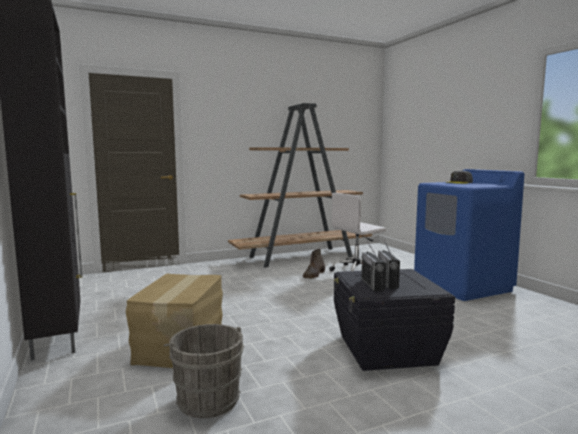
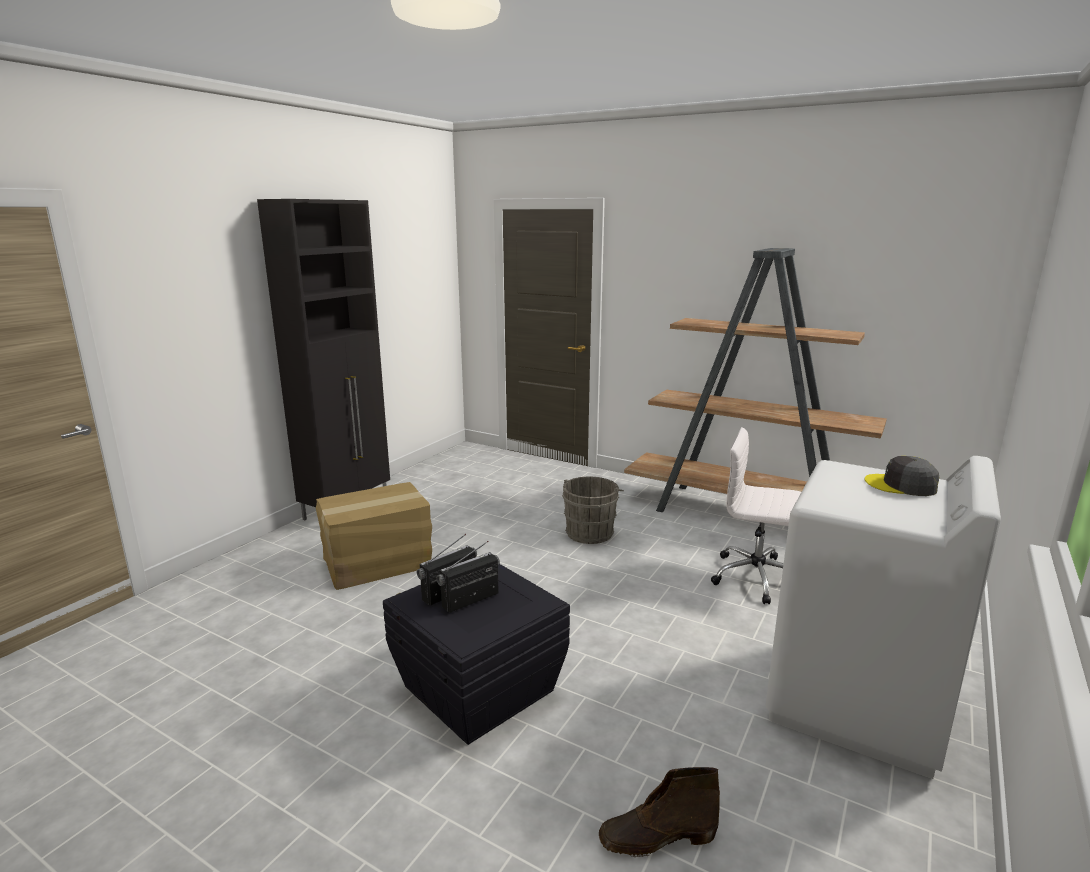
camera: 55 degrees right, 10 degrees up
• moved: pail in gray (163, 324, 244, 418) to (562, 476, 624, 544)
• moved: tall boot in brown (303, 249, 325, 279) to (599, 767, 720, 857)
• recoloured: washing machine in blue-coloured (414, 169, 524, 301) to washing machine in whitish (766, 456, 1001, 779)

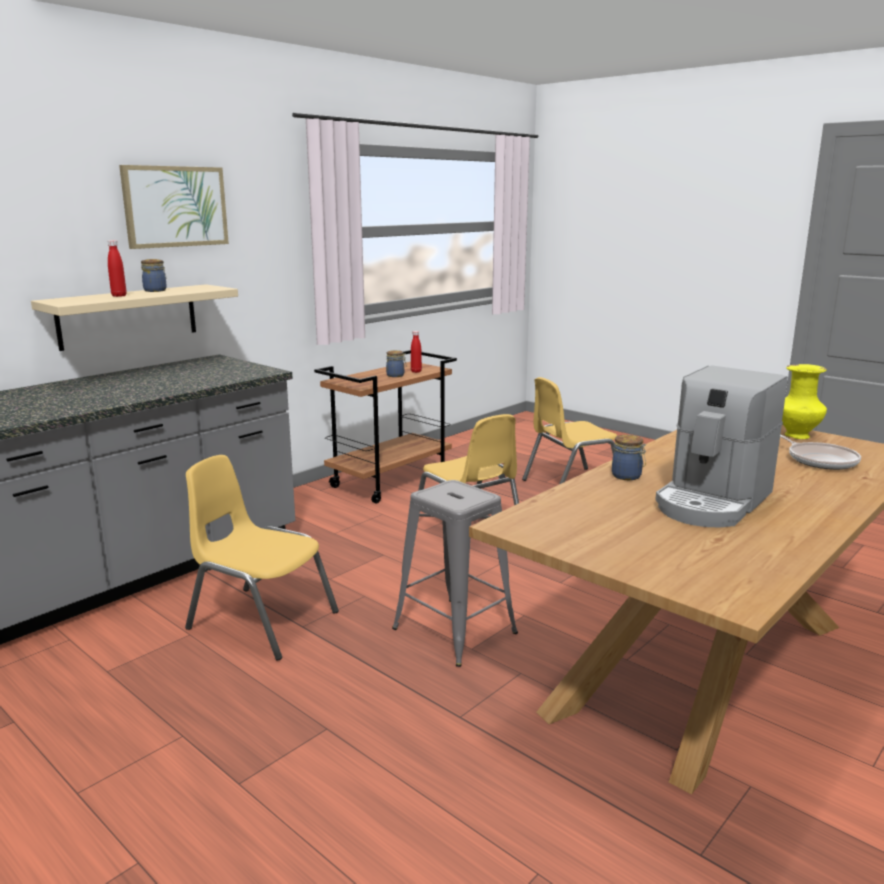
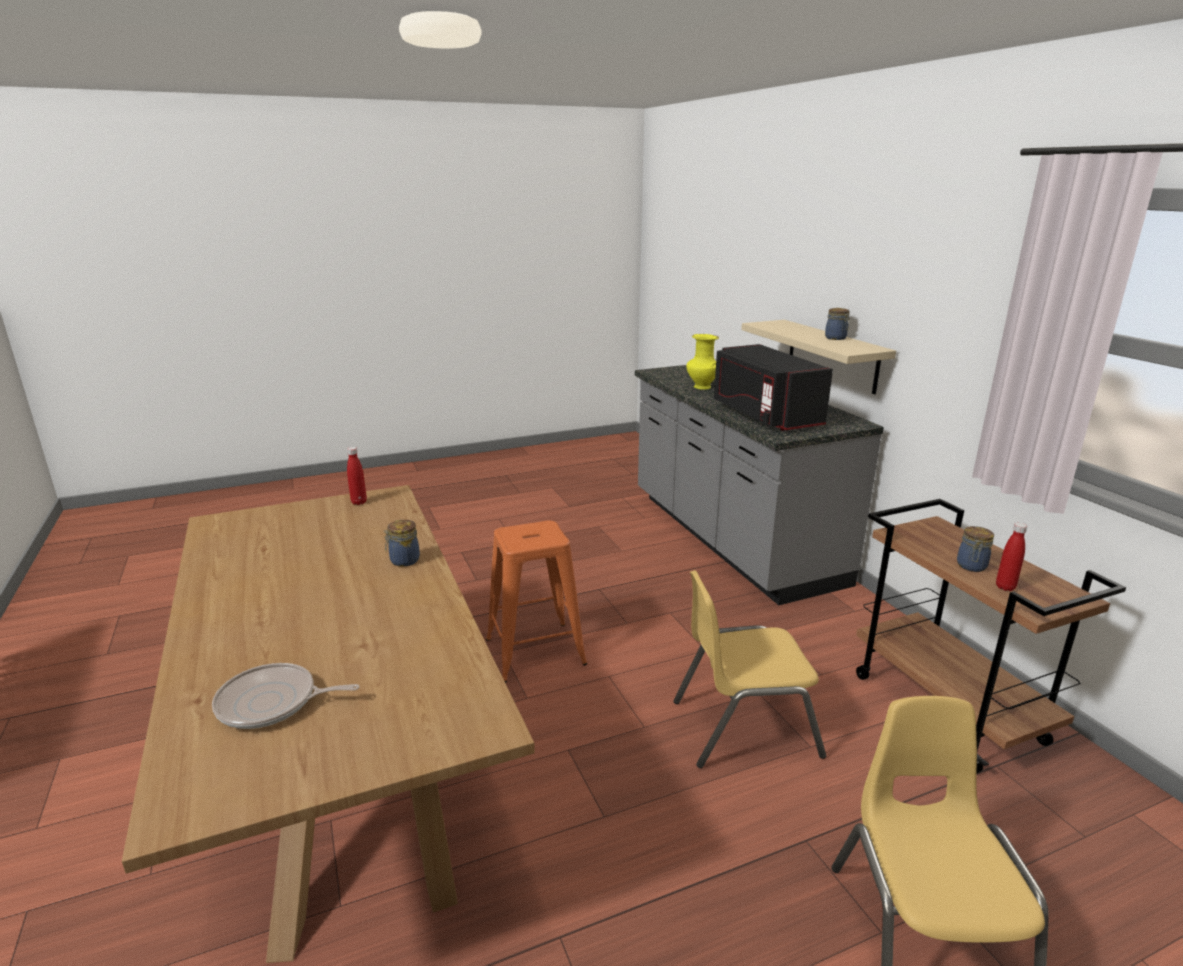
camera: 115 degrees right, 5 degrees up
• moved: bottle in reddish (108, 240, 127, 297) to (347, 447, 367, 505)
• removed: picture (119, 165, 229, 249)
• removed: plain chair in yellow (185, 455, 339, 661)
• recoloured: stool in gray (392, 480, 518, 667) to stool in orangey (486, 520, 587, 683)
• removed: coffee brewer (655, 365, 788, 527)
• moved: decorative vase in yellow (782, 364, 827, 439) to (686, 334, 719, 390)
• added: microwave in black (714, 344, 833, 431)

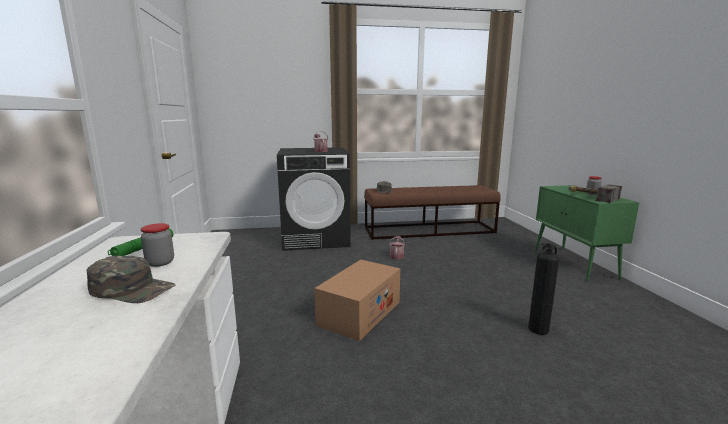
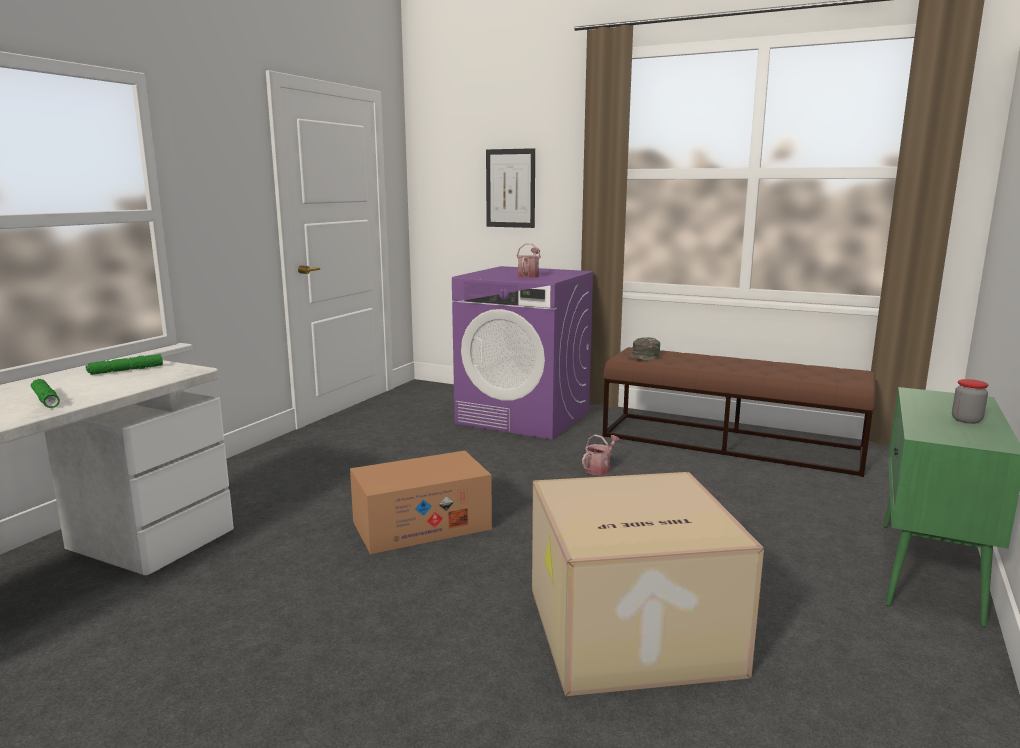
camera: 35 degrees right, 0 degrees up
• replaced: peaked cap in green (86, 256, 175, 303) to flashlight in green (31, 379, 60, 408)
• removed: preserve jar (141, 223, 174, 267)
• recoloured: washing machine in black (277, 147, 351, 251) to washing machine in purple (452, 266, 594, 440)
• replaced: fire extinguisher (528, 243, 559, 335) to packing box (532, 472, 764, 696)
• removed: tool hammer (568, 184, 622, 203)
• added: picture (486, 148, 535, 228)

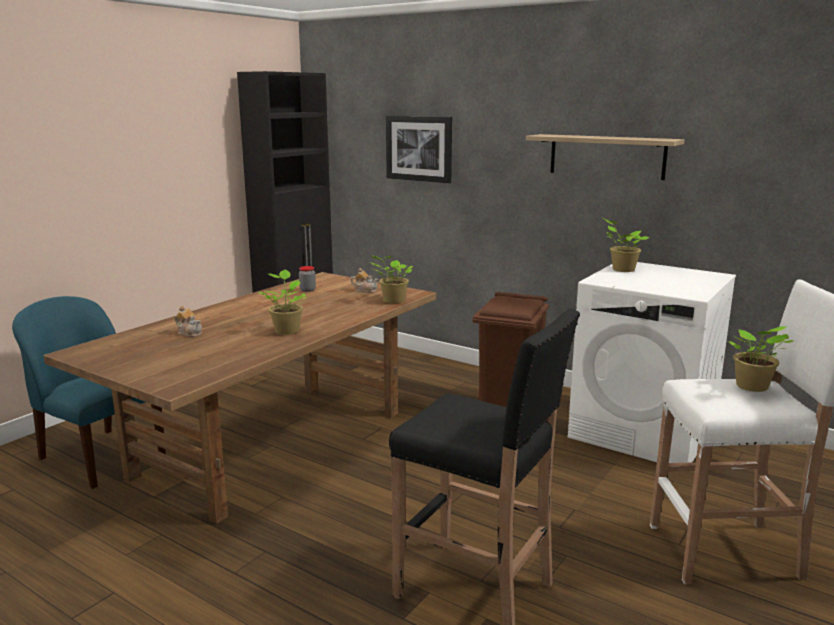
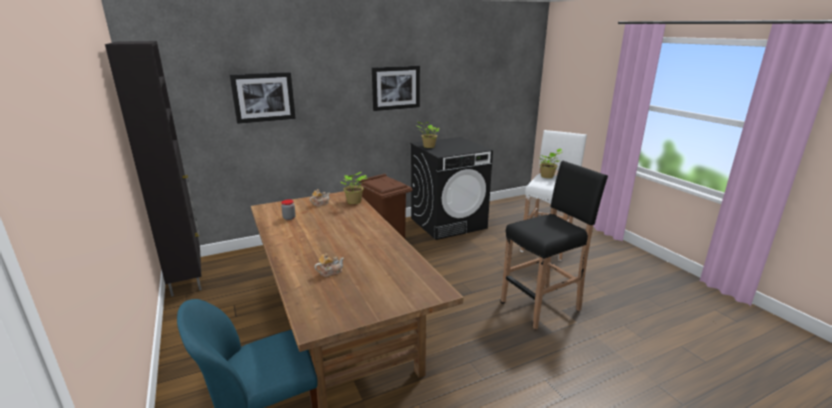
camera: 60 degrees left, 5 degrees up
• removed: plant in a pot (259, 269, 307, 335)
• replaced: bracket shelf (526, 134, 684, 180) to picture (372, 65, 420, 111)
• recoloured: washing machine in whitish (568, 262, 736, 463) to washing machine in black (410, 137, 493, 240)

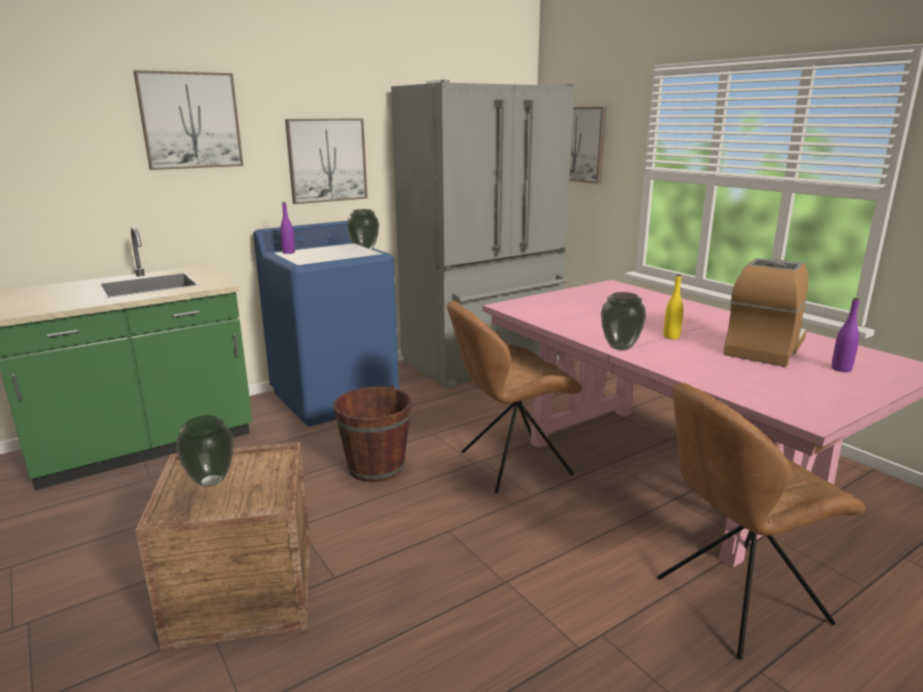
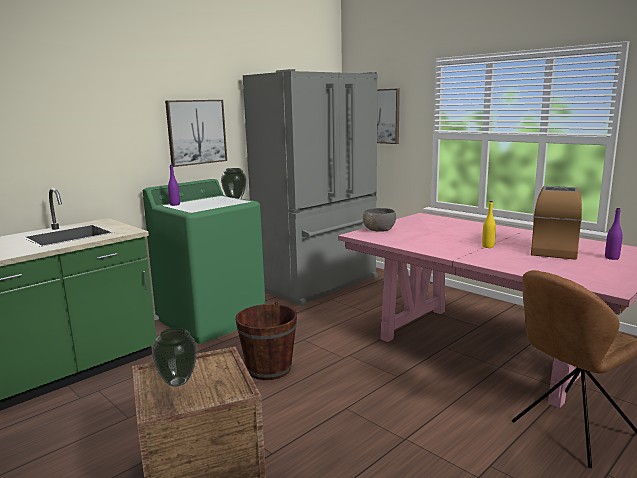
camera: 10 degrees left, 5 degrees down
• removed: picture (134, 70, 243, 170)
• recoloured: washing machine in blue-coloured (253, 221, 399, 426) to washing machine in green (143, 179, 265, 344)
• removed: plain chair in brown (447, 300, 583, 493)
• removed: decorative vase (601, 292, 646, 350)
• added: bowl in gray (363, 208, 396, 232)

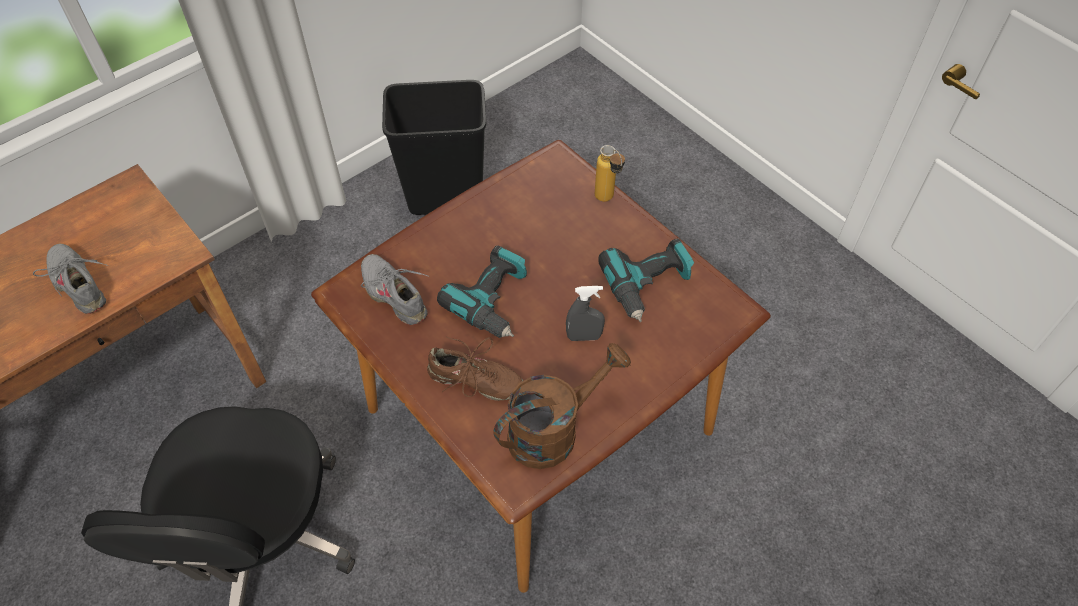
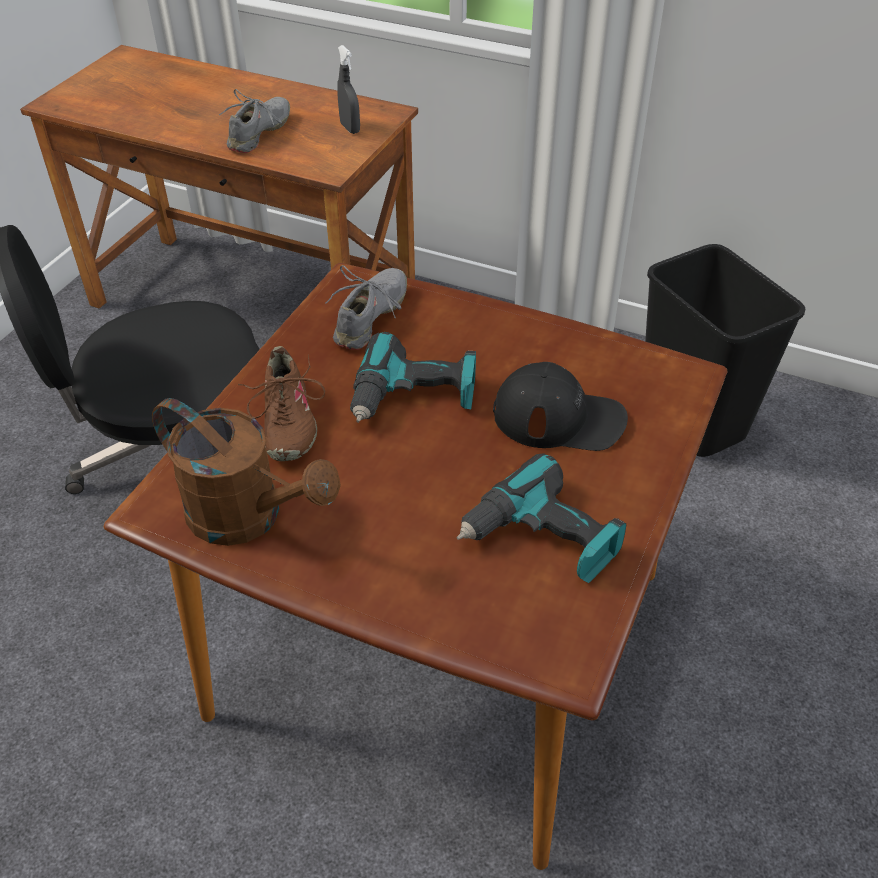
camera: 65 degrees right, 10 degrees down
• moved: spray bottle in gray (566, 286, 605, 341) to (337, 45, 360, 134)
• removed: bottle (595, 145, 625, 202)
• added: peaked cap in black (493, 362, 628, 451)

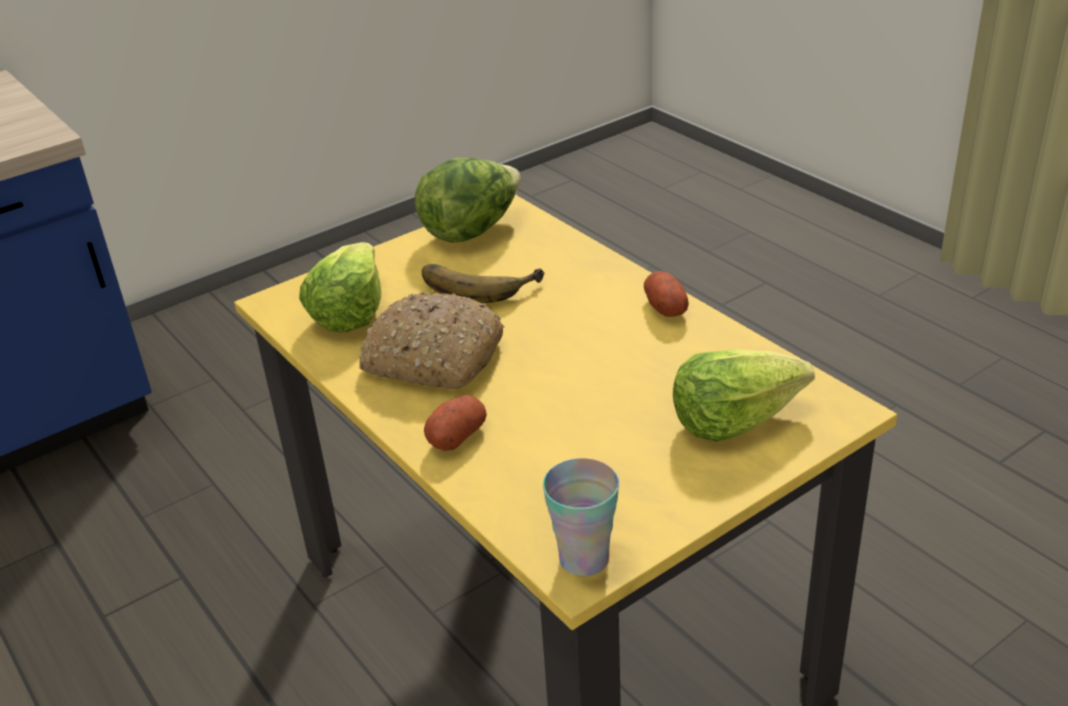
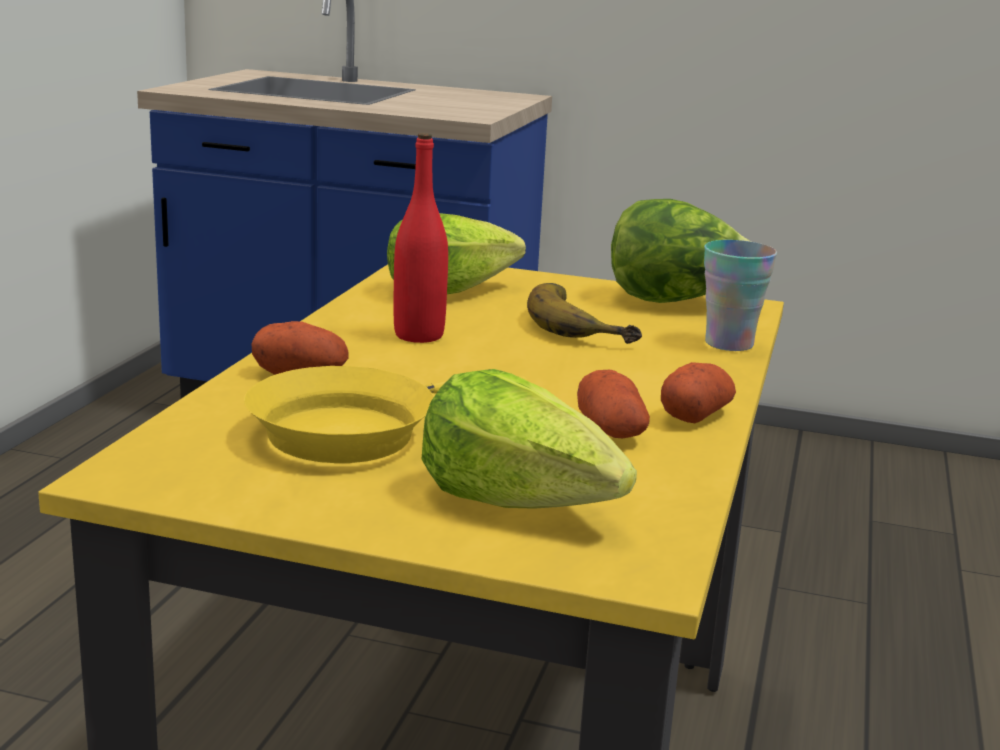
camera: 50 degrees right, 15 degrees down
• replaced: bakery bread (359, 292, 505, 389) to bottle in reddish (394, 133, 448, 343)
• moved: drinking cup (543, 458, 619, 576) to (704, 240, 777, 351)
• added: skillet in yellow (244, 366, 528, 463)
• added: spud (577, 370, 650, 438)

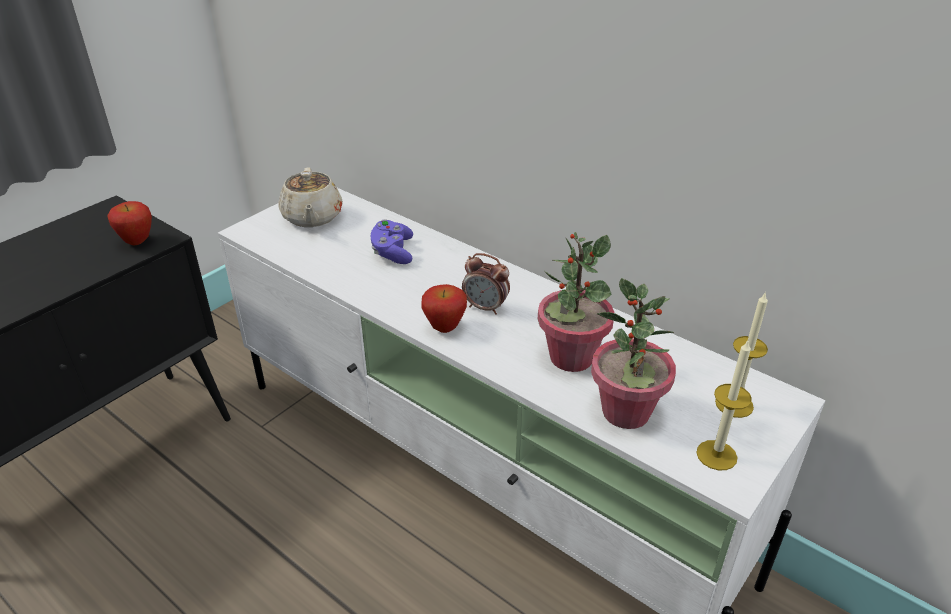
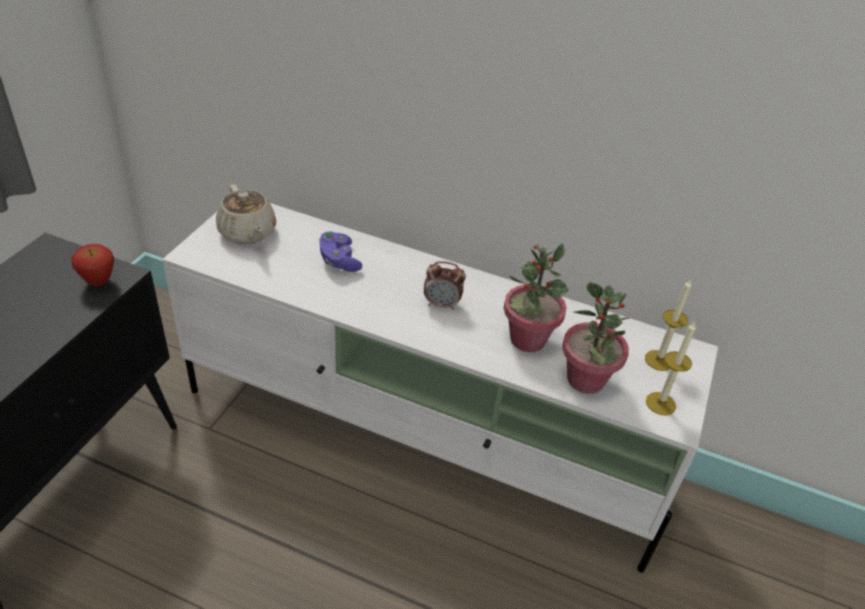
camera: 20 degrees left, 5 degrees up
• removed: apple fruit (421, 284, 467, 333)

